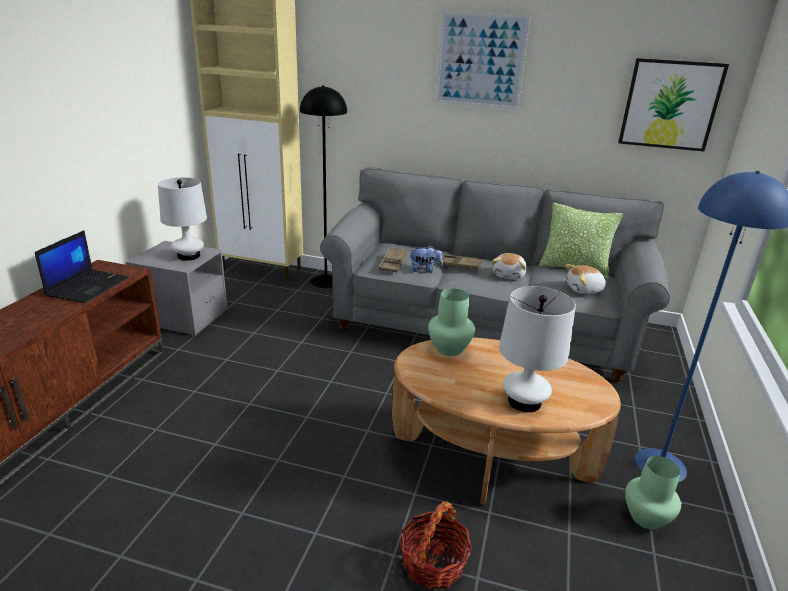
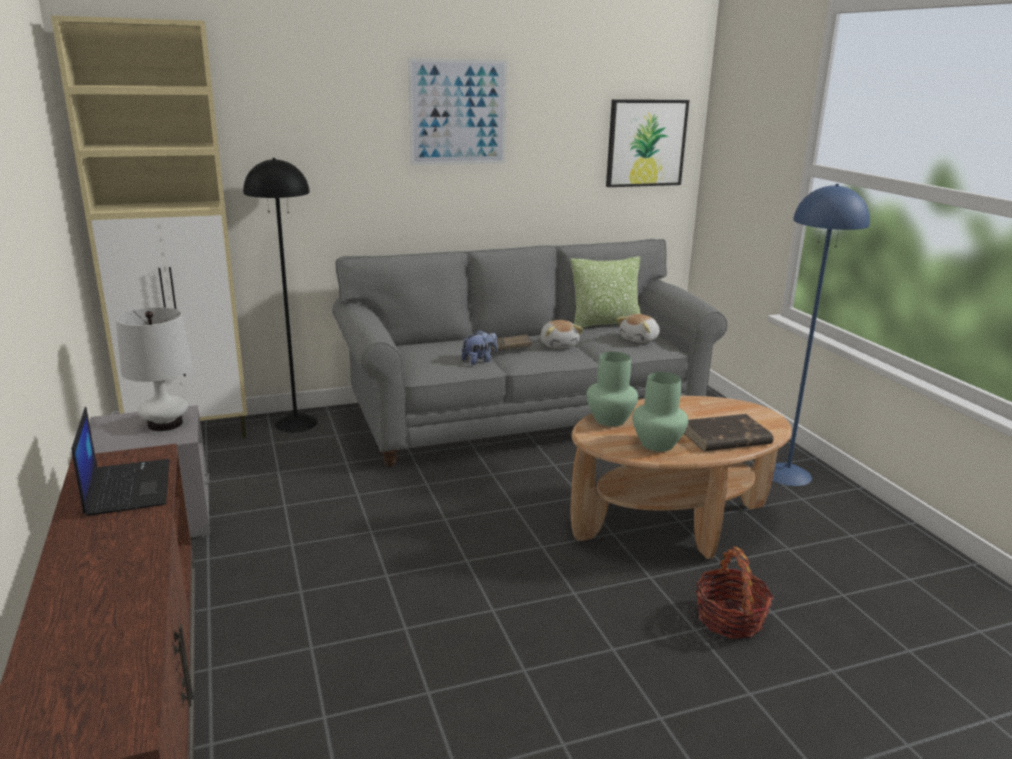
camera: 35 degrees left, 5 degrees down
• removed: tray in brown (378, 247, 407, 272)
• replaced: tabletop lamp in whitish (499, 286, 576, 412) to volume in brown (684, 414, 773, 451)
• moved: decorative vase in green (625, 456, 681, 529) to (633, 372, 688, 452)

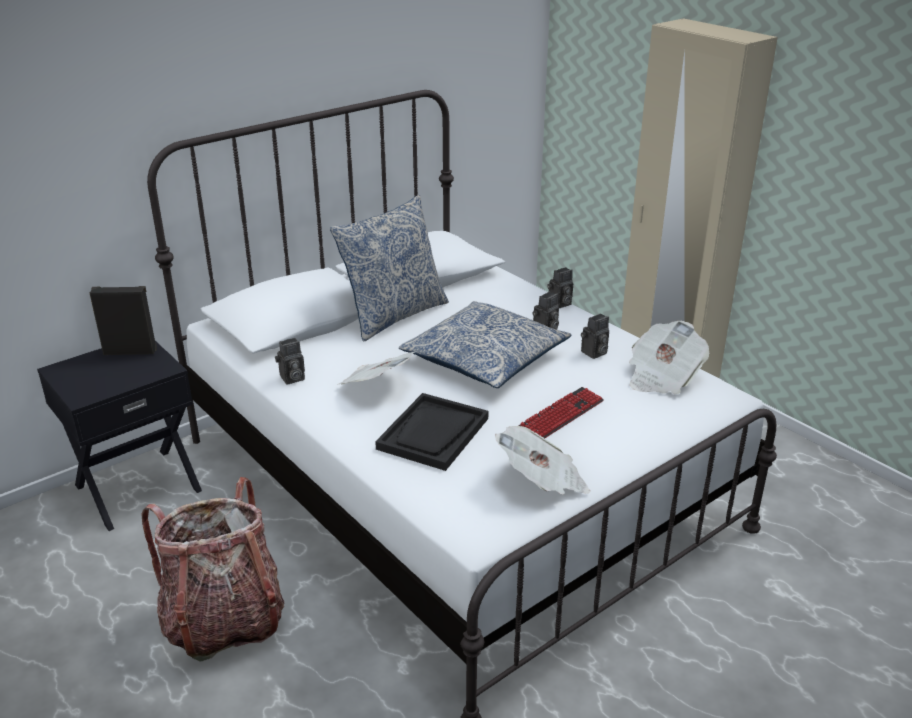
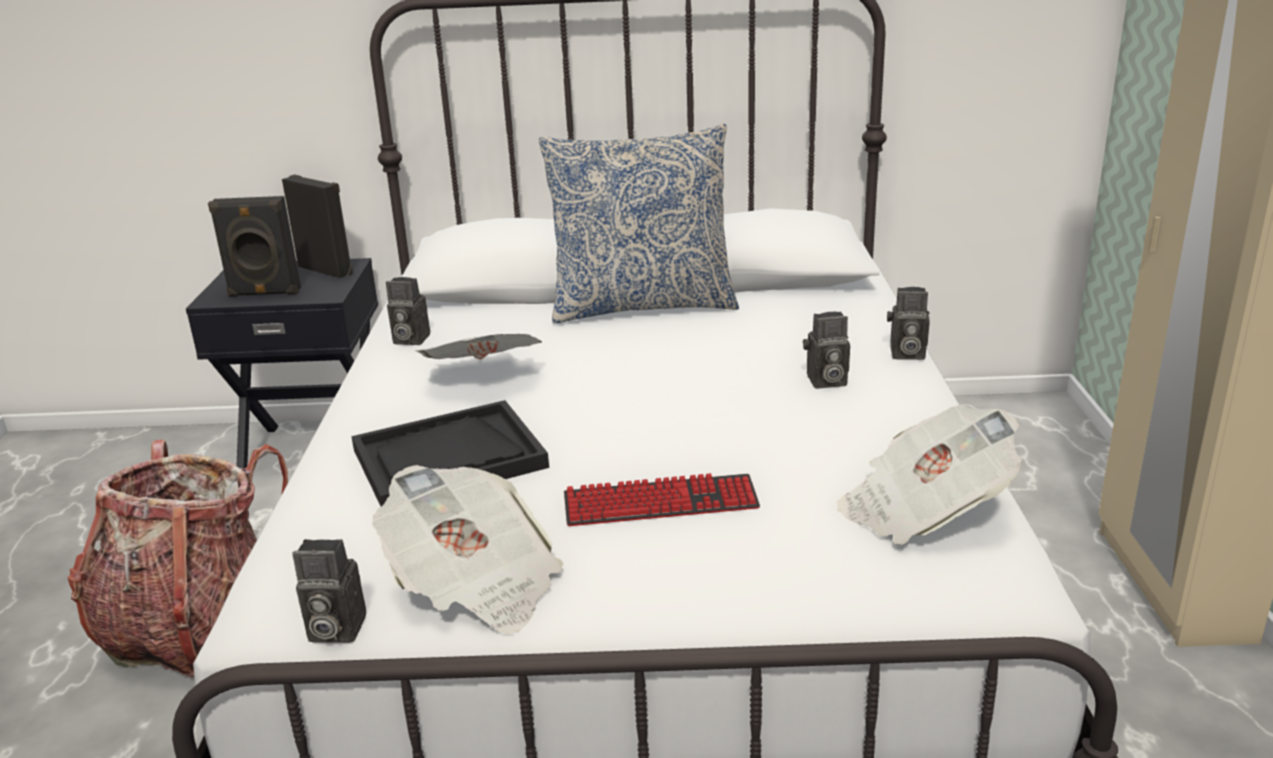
camera: 40 degrees right, 5 degrees down
• removed: cushion (399, 301, 572, 388)
• moved: still camera (581, 314, 609, 359) to (292, 539, 366, 643)
• added: audio speaker in black (208, 196, 301, 297)

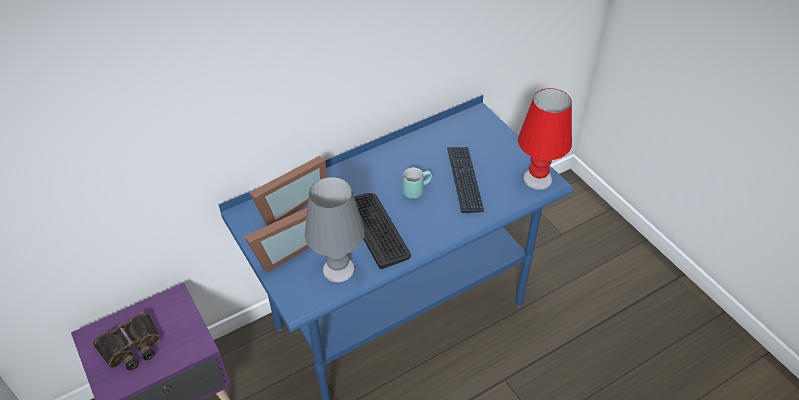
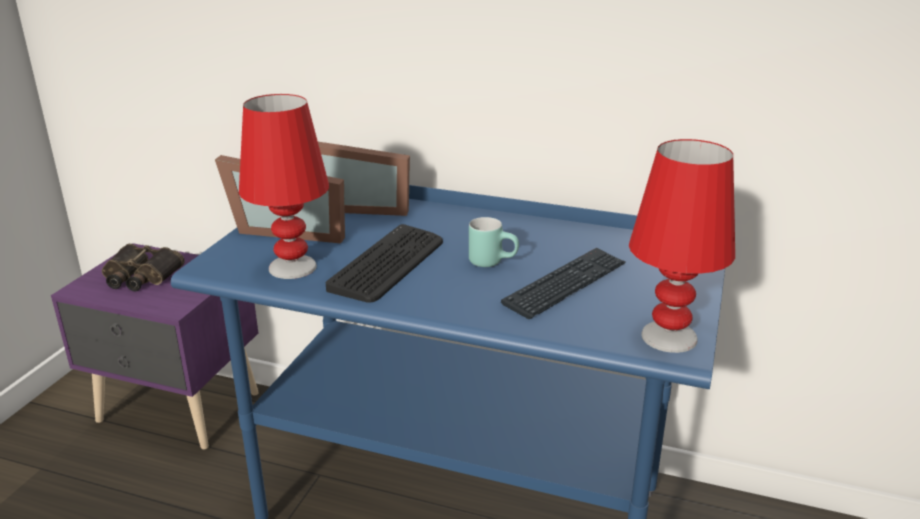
camera: 50 degrees right, 20 degrees down
• recoloured: tabletop lamp in gray (305, 177, 365, 282) to tabletop lamp in reddish (239, 94, 329, 279)

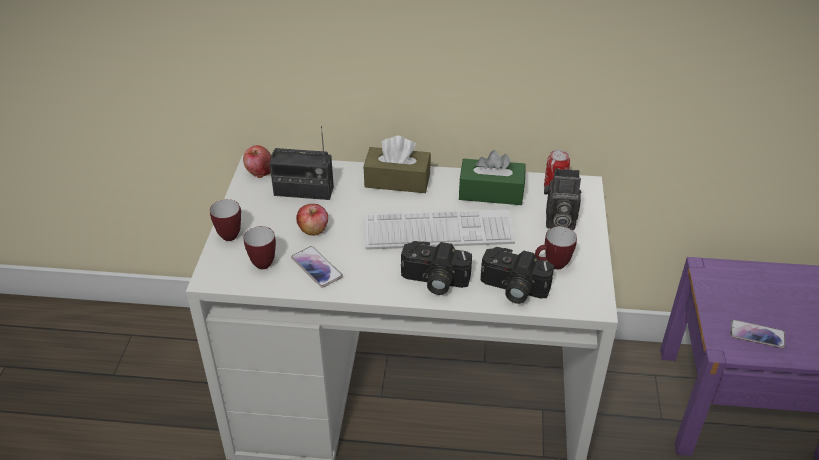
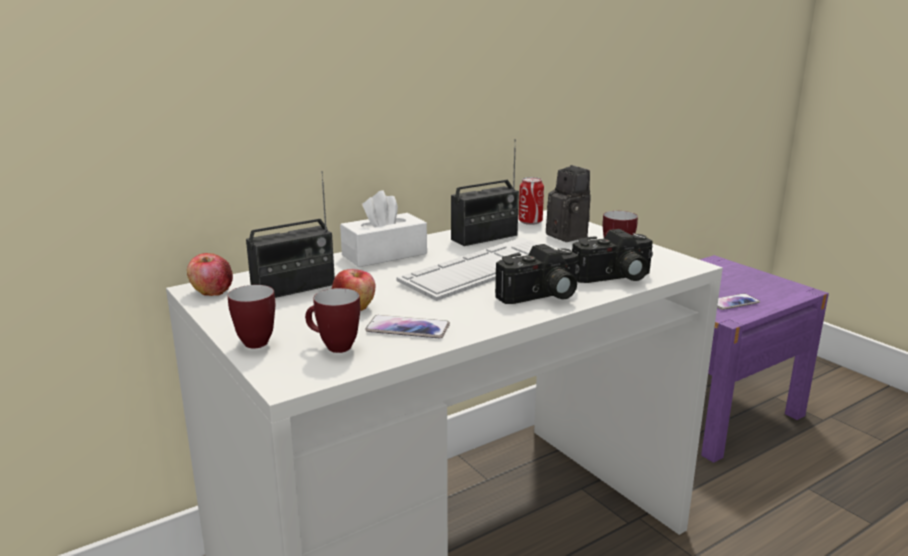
camera: 40 degrees left, 20 degrees down
• recoloured: box of tissues in brown (364, 136, 431, 193) to box of tissues in whitish (340, 190, 427, 267)
• replaced: box of tissues in green (459, 150, 526, 205) to radio (451, 139, 519, 246)
• turned: still camera (544, 169, 581, 230) = (546, 165, 591, 242) 90 degrees counterclockwise

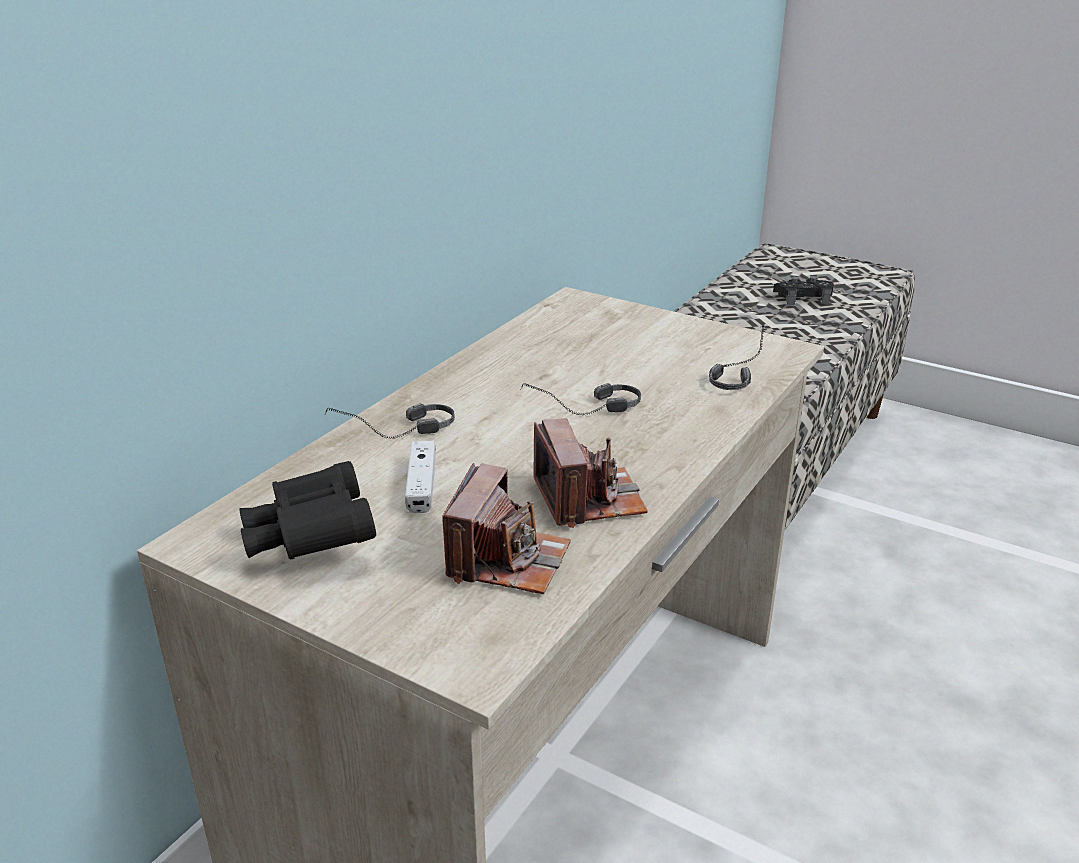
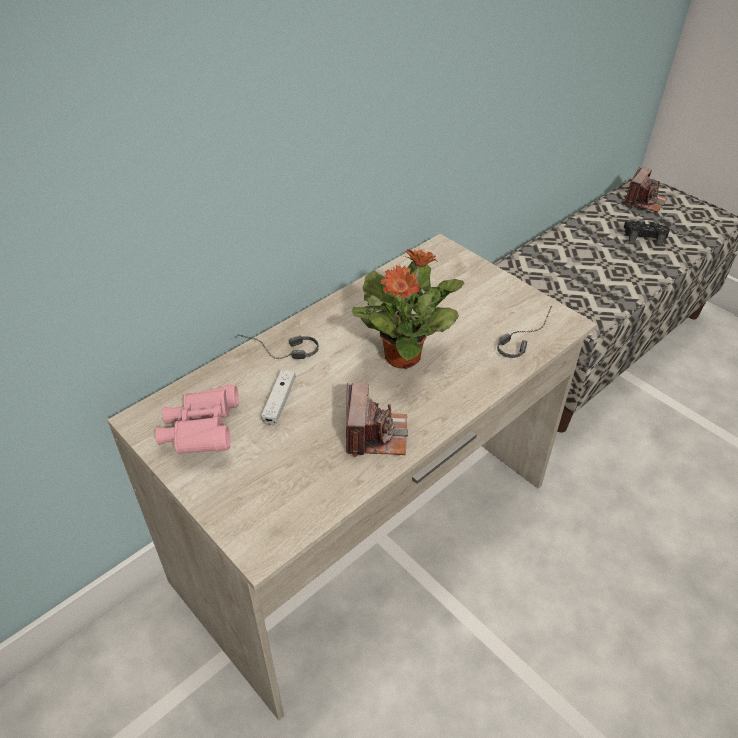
camera: 15 degrees right, 15 degrees up
• recoloured: pair of binoculars in black (239, 461, 376, 560) to pair of binoculars in pink-coloured (155, 385, 239, 454)
• moved: still camera (442, 463, 571, 594) to (625, 167, 667, 212)
• replaced: headphones (521, 383, 641, 415) to plant in a pot (352, 249, 464, 369)

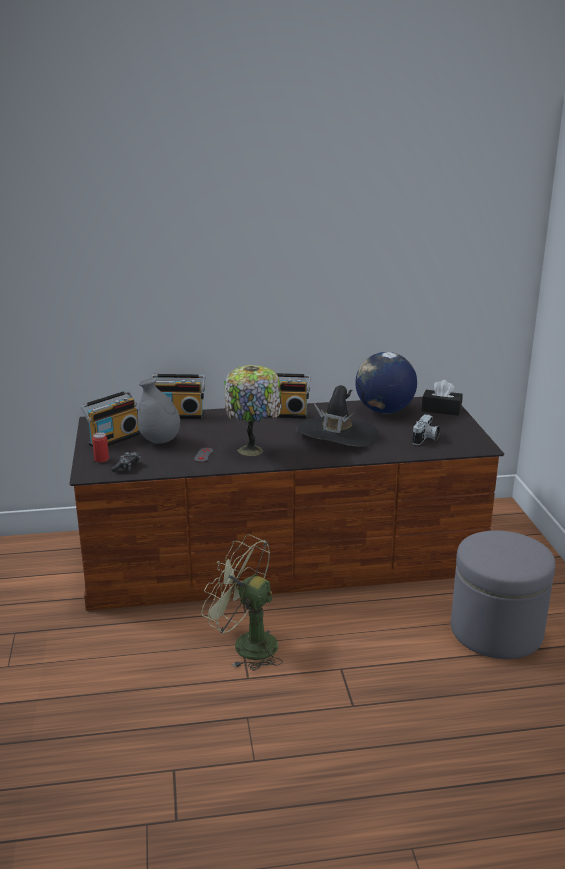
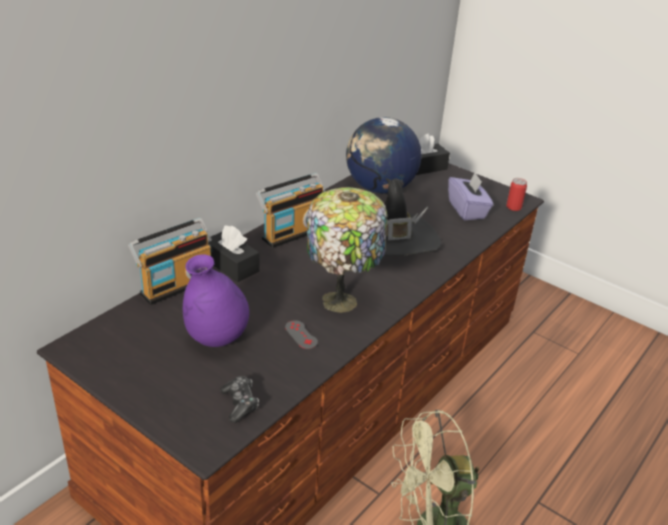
camera: 45 degrees left, 10 degrees up
• removed: radio (80, 390, 140, 447)
• moved: can (92, 432, 109, 463) to (506, 178, 527, 211)
• recoloured: decorative vase in gray (137, 378, 180, 444) to decorative vase in purple (183, 254, 249, 347)
• replaced: still camera (412, 414, 440, 445) to box of tissues in purple (448, 173, 494, 220)
• removed: ottoman in gray (451, 531, 555, 659)
• added: box of tissues in black (208, 225, 259, 282)

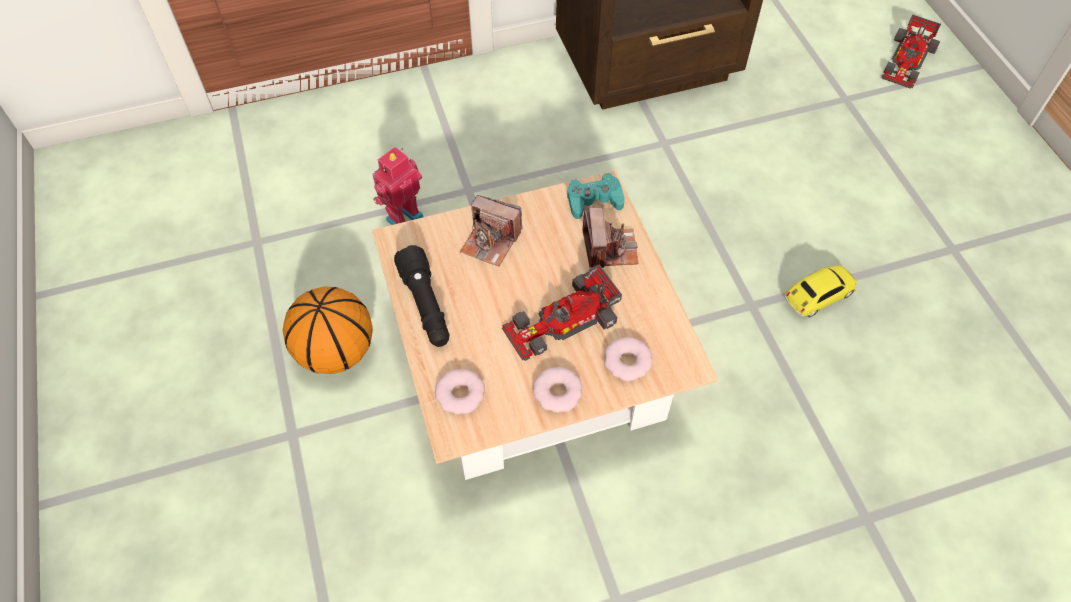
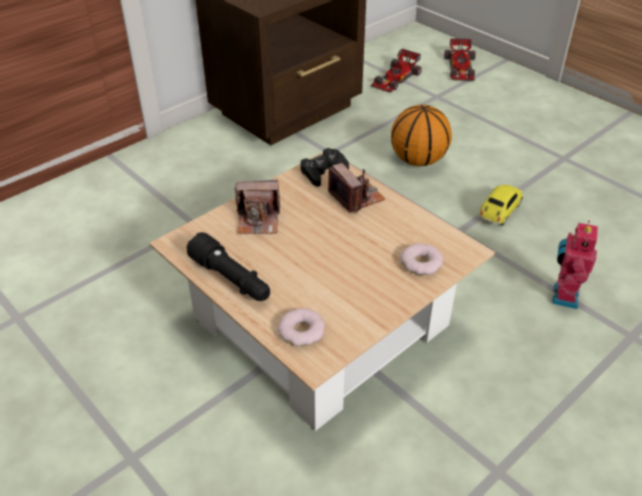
camera: 25 degrees left, 15 degrees down
• moved: basketball ball (283, 286, 373, 374) to (391, 105, 452, 166)
• moved: model robot (373, 147, 424, 225) to (552, 221, 598, 309)
• moved: miniature car (502, 264, 622, 361) to (371, 49, 422, 93)
• removed: doughnut (533, 367, 582, 413)
• recoloured: joypad in turquoise (567, 173, 625, 219) to joypad in black (300, 148, 349, 187)

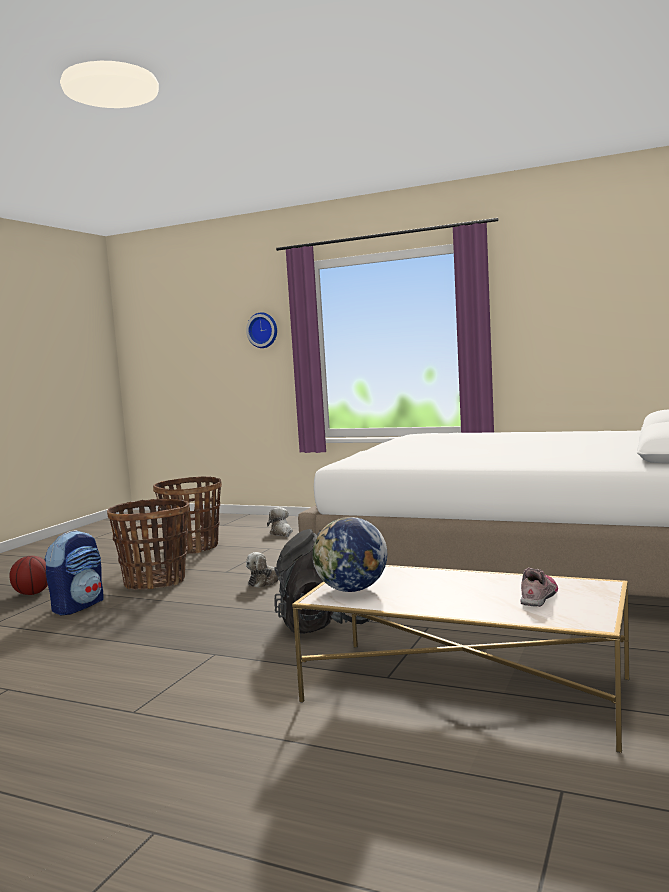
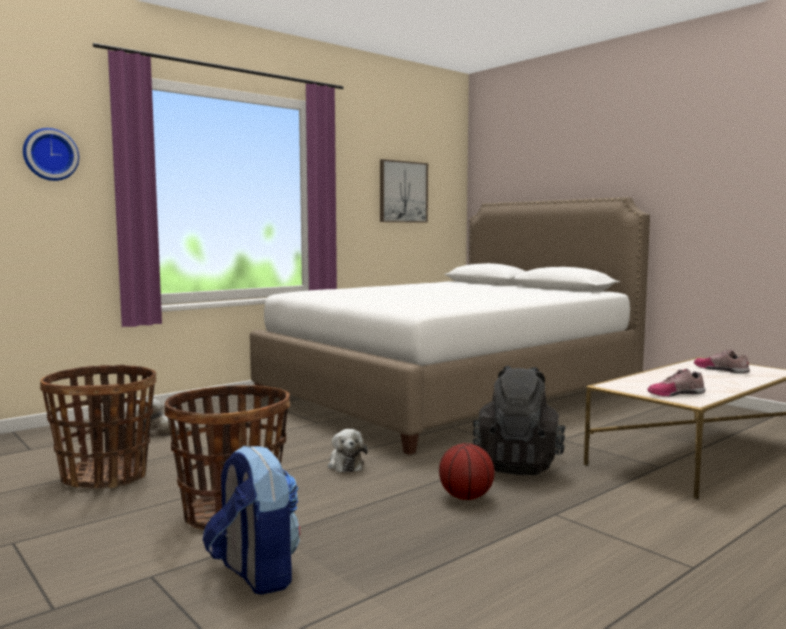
camera: 65 degrees left, 0 degrees up
• moved: basketball ball (9, 556, 48, 595) to (439, 443, 495, 500)
• replaced: globe (312, 517, 387, 592) to item of footwear (647, 369, 705, 397)
• added: picture (380, 159, 428, 223)

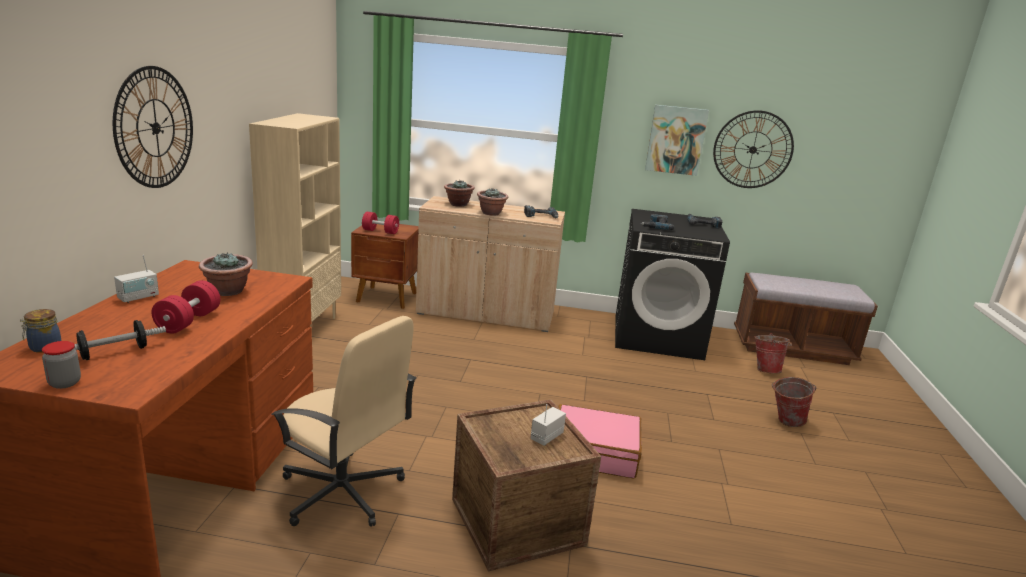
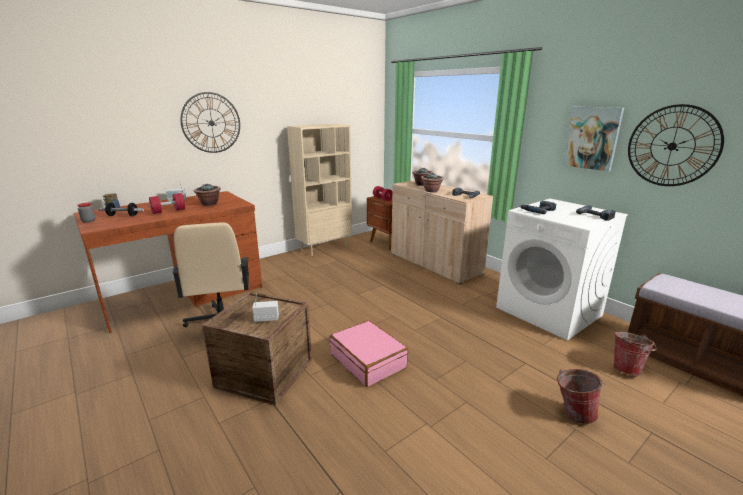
camera: 45 degrees right, 0 degrees up
• recoloured: washing machine in black (615, 209, 730, 360) to washing machine in whitish (496, 199, 628, 340)

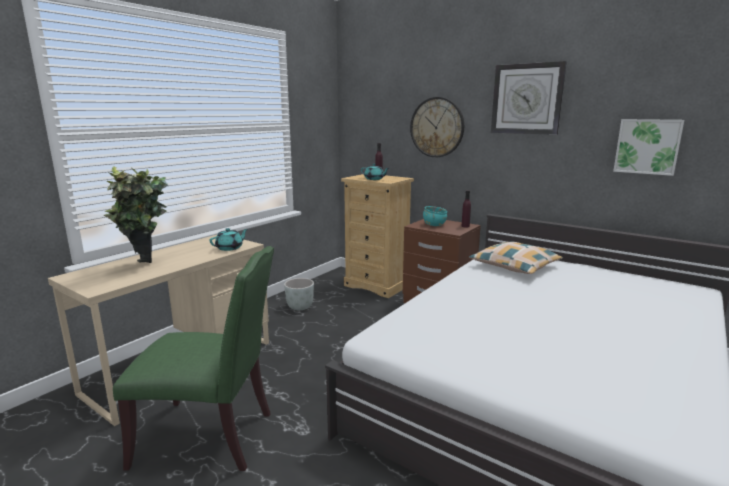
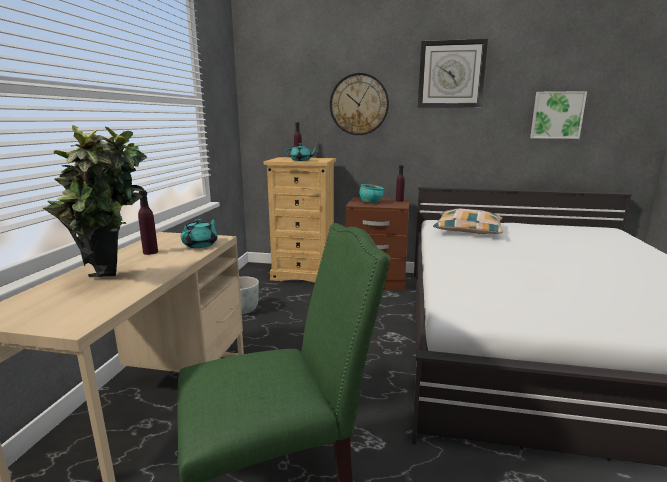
camera: 25 degrees left, 0 degrees up
• added: bottle in purple (138, 190, 158, 255)

